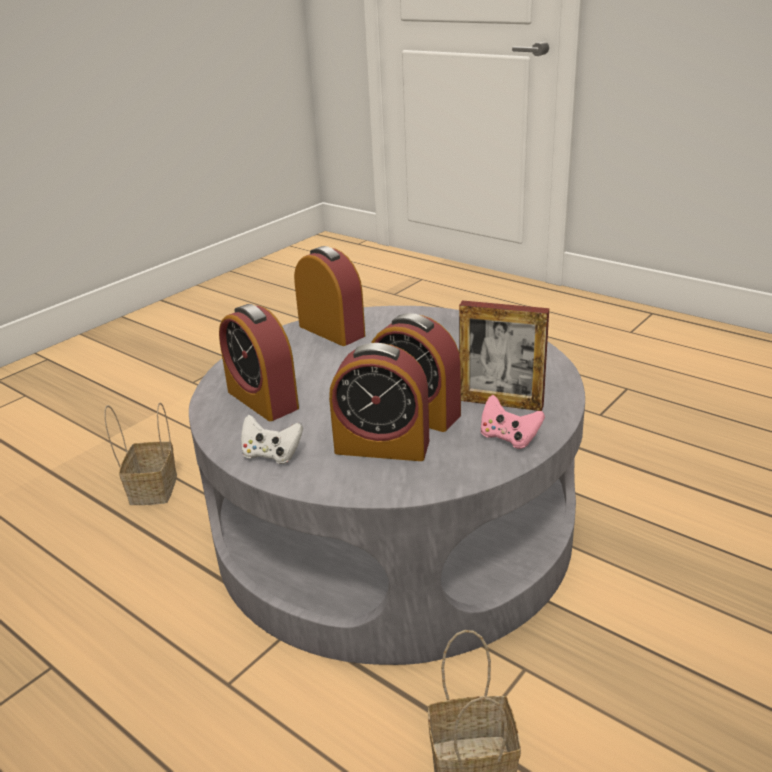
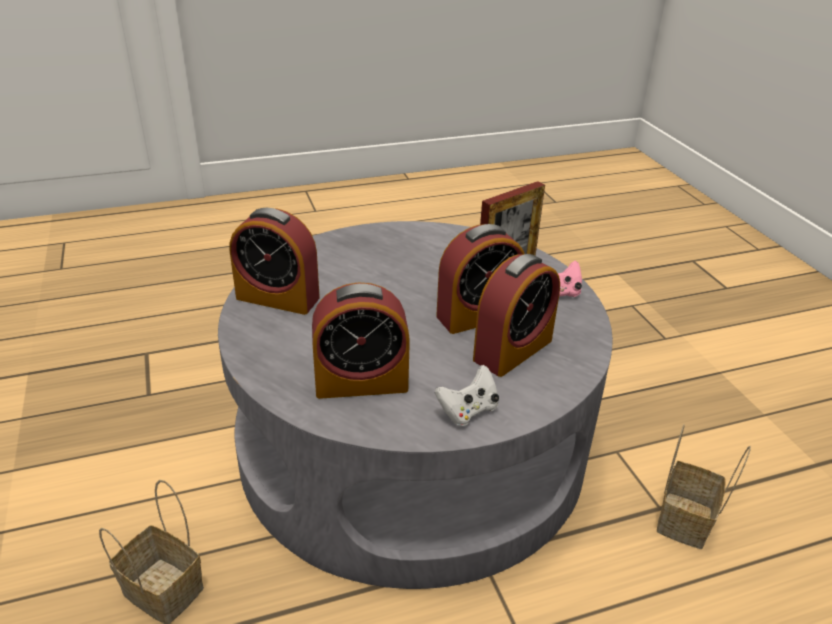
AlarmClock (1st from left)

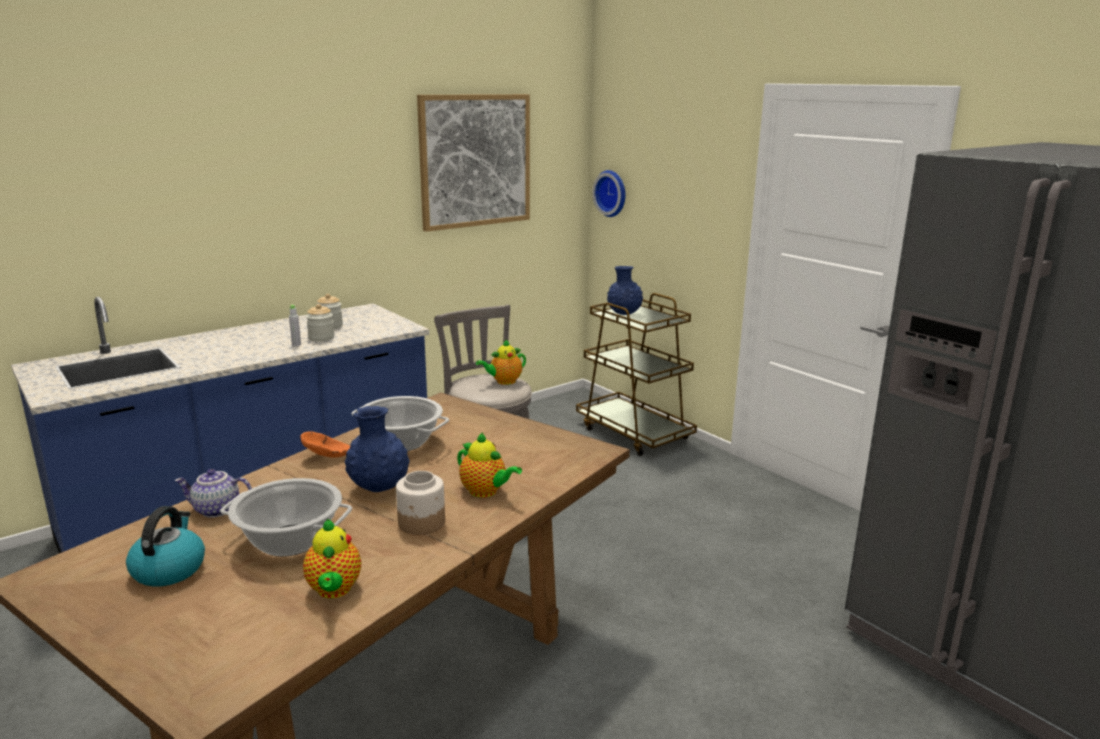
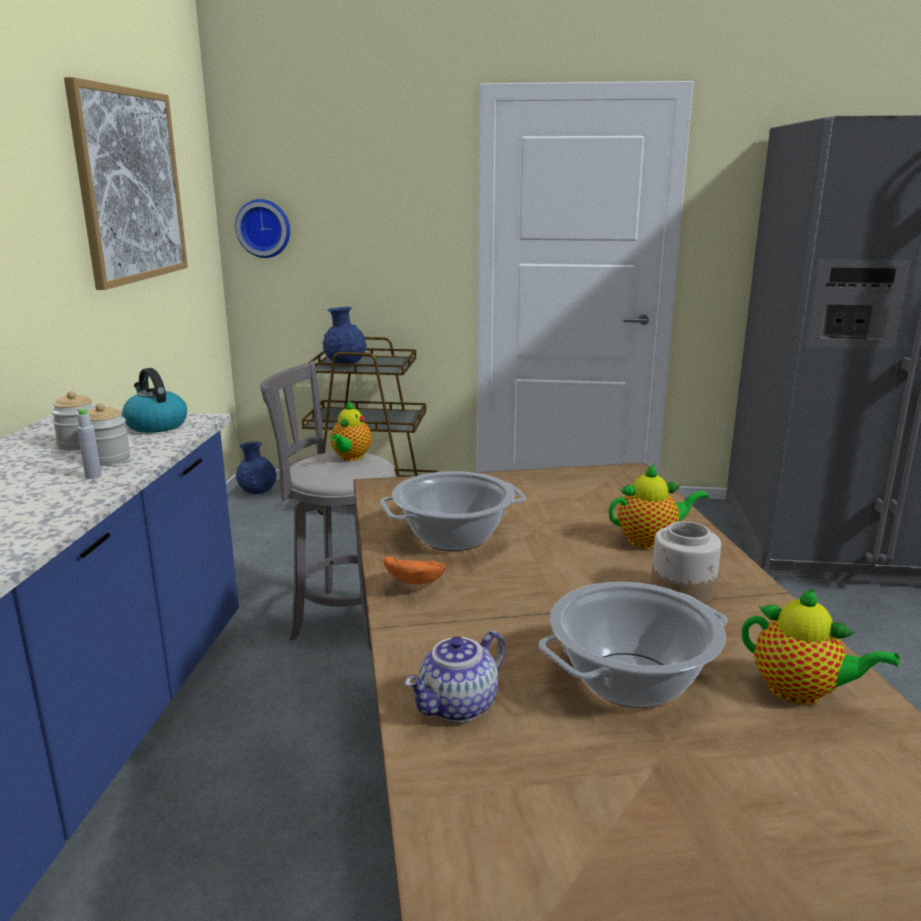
Kettle; BlueVase (1st from left)

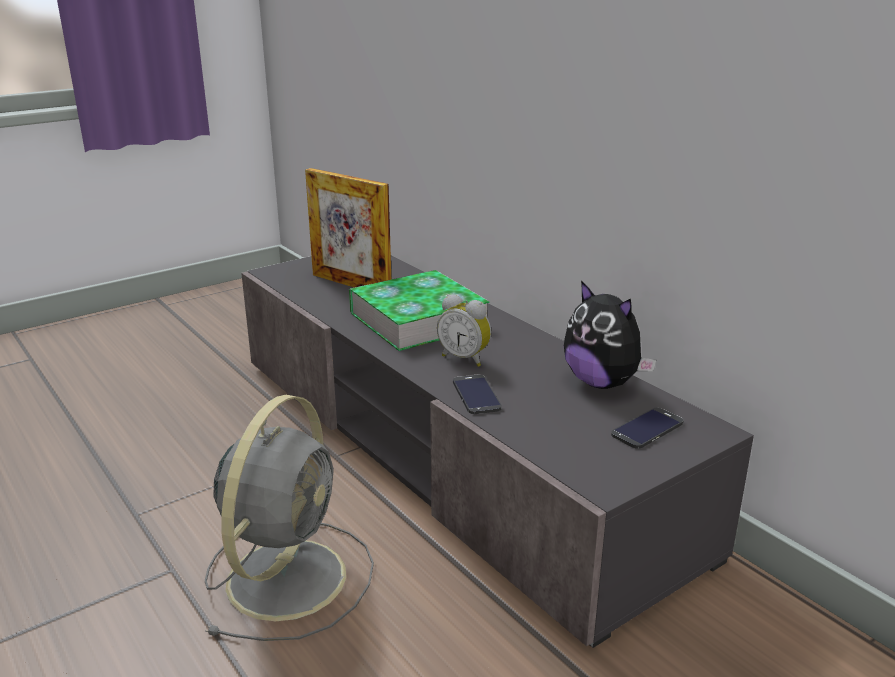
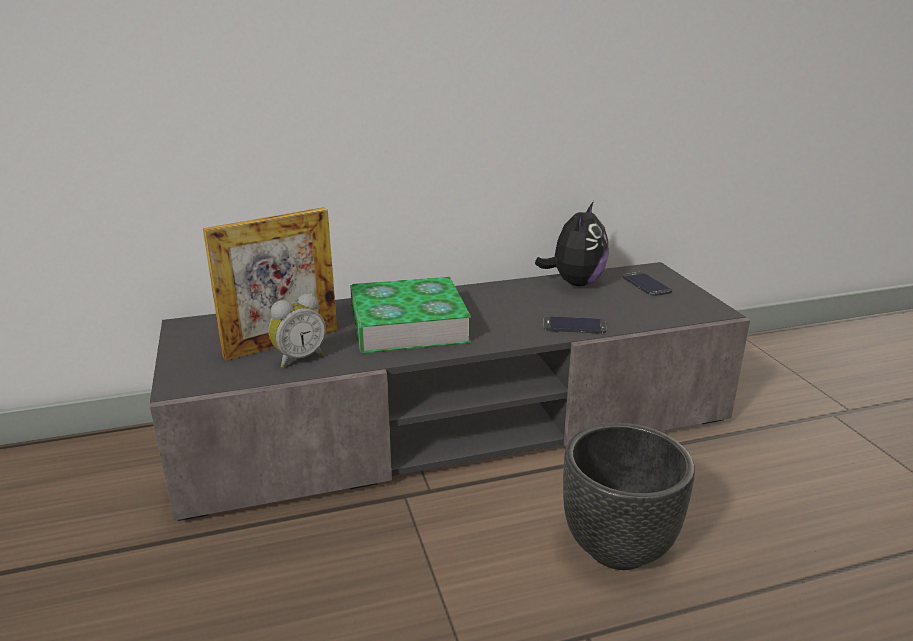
AlarmClock; PlushToy; BlackPlanter

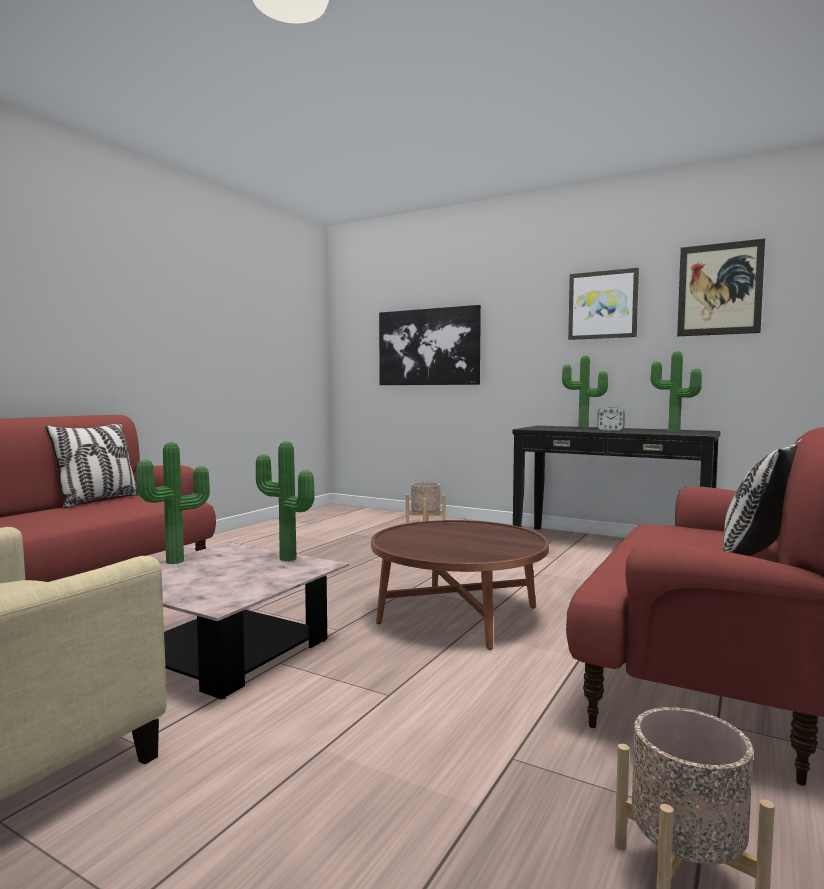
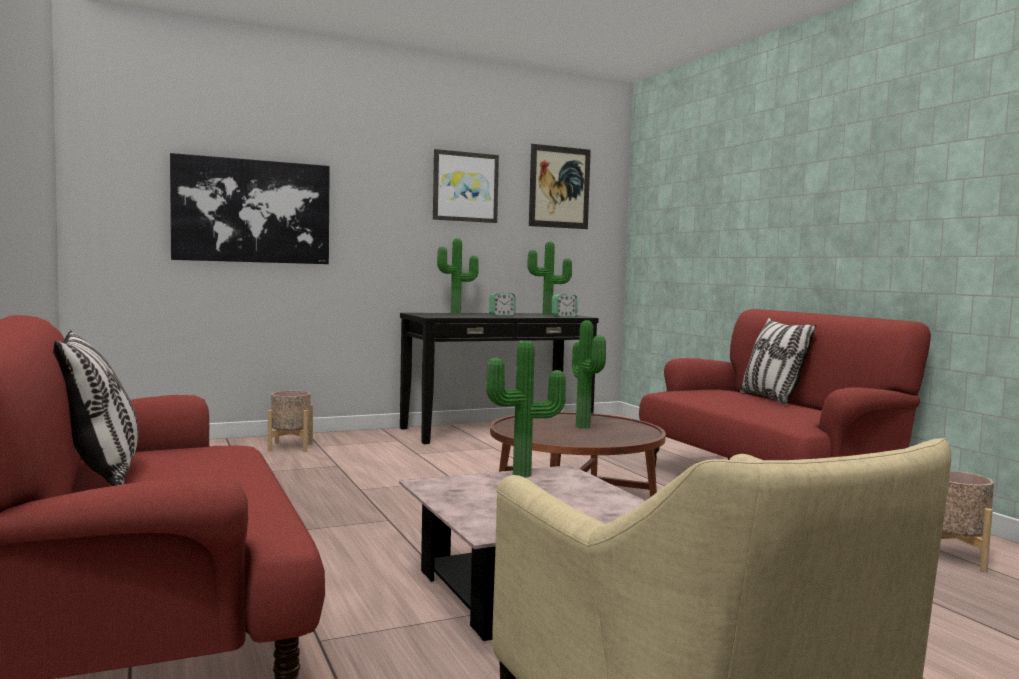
AlarmClock (2nd from left); PottedPlant (4th from left)

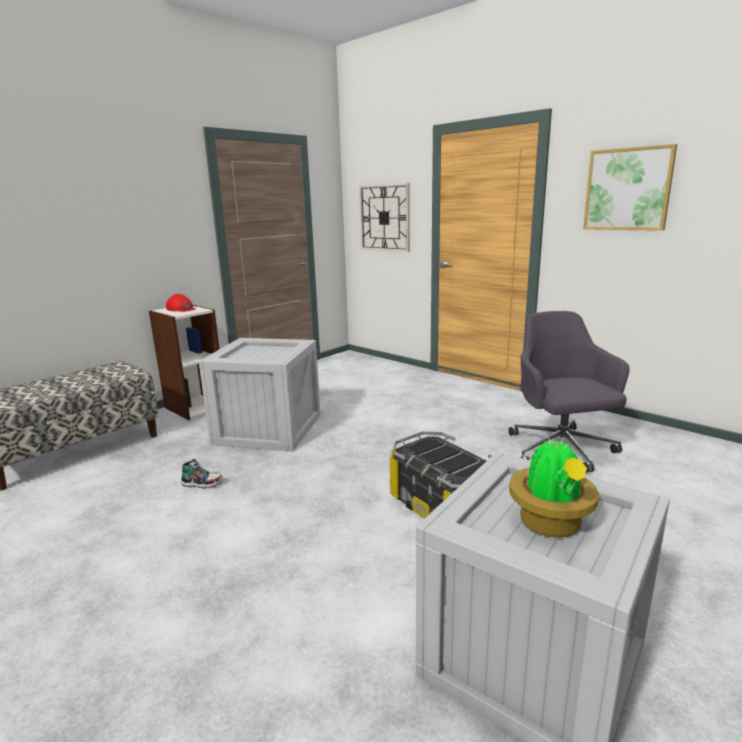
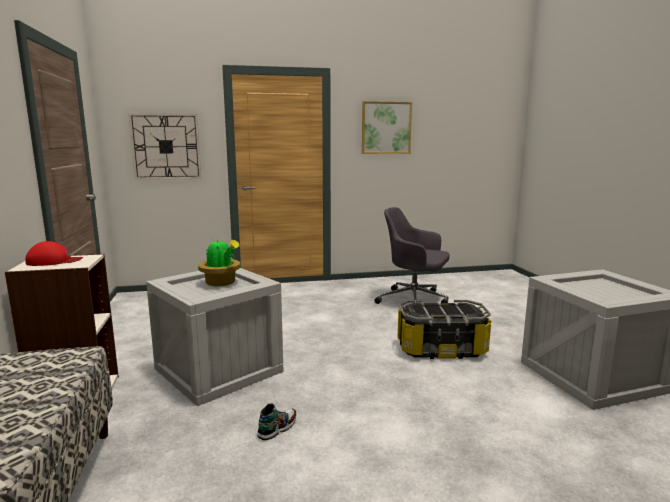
PottedPlant

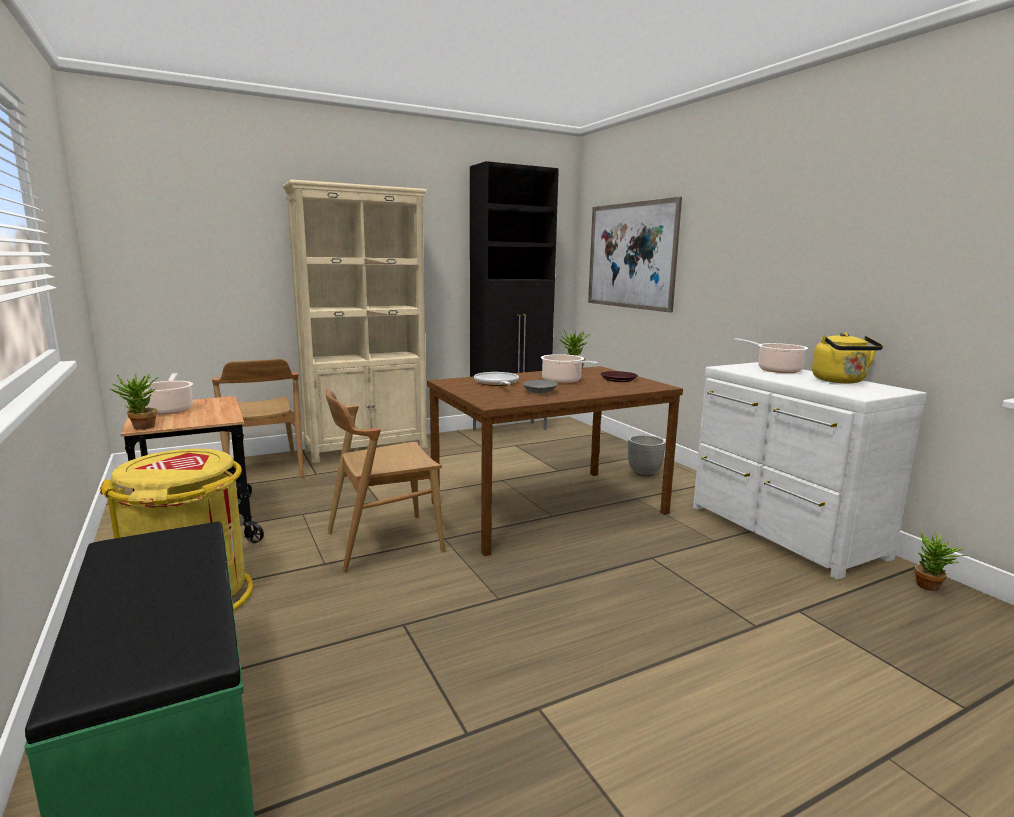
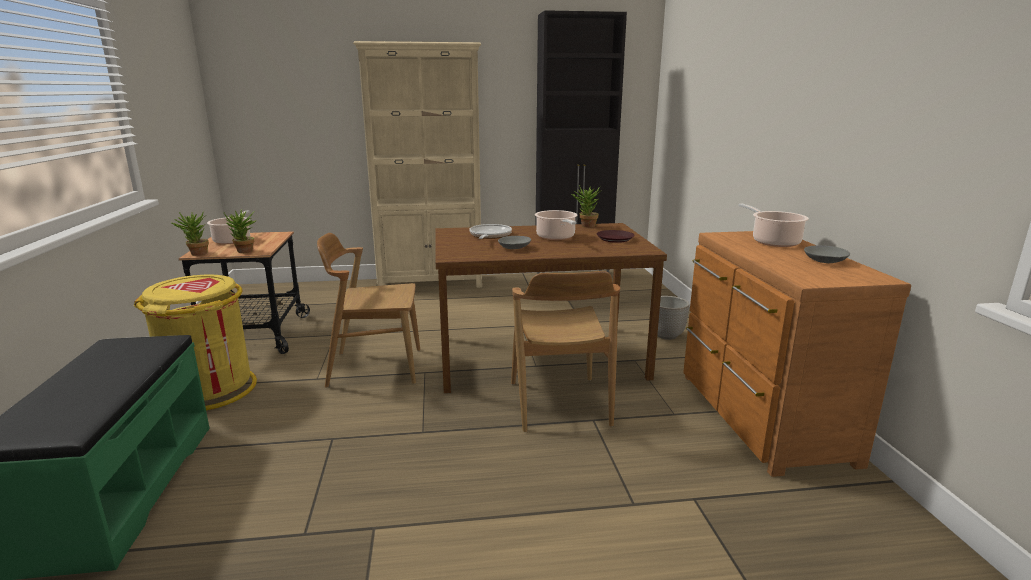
PottedPlant (2nd from left); BrownChair (2nd from left); BrownDresser; GreyBowl (2nd from left); Picture

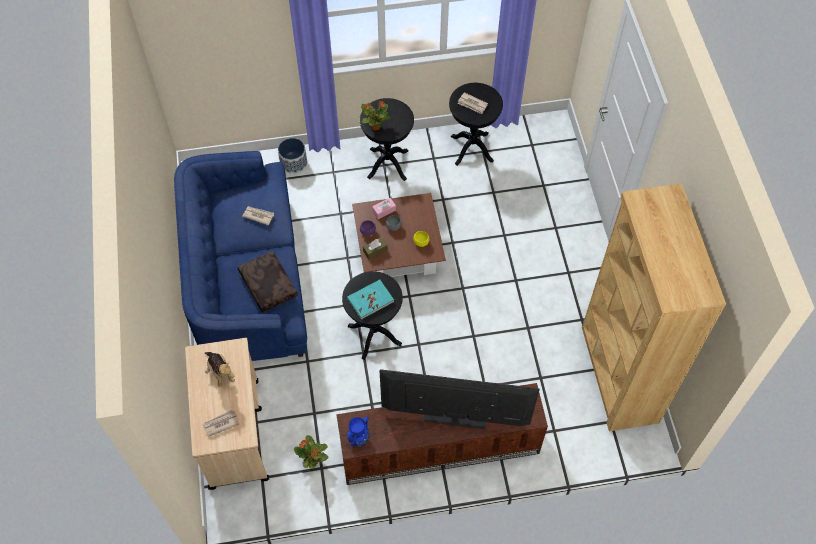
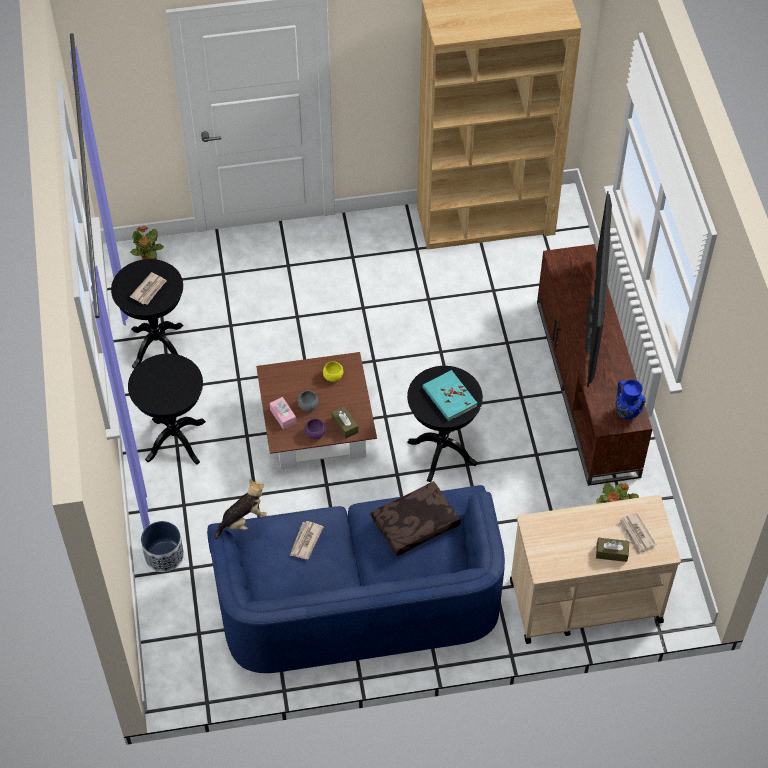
PottedPlant (1st from left); PlushToy; BrownTissueBox (2nd from left)

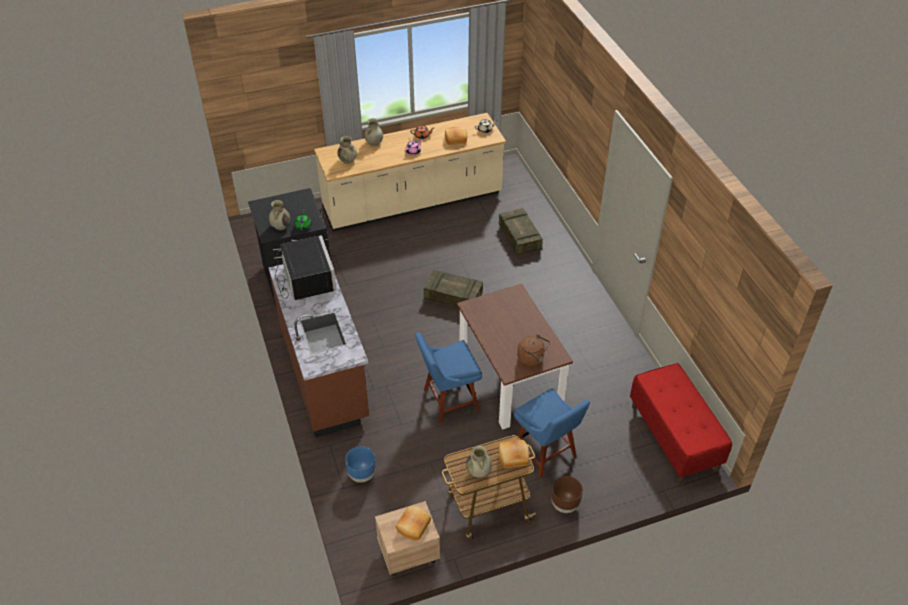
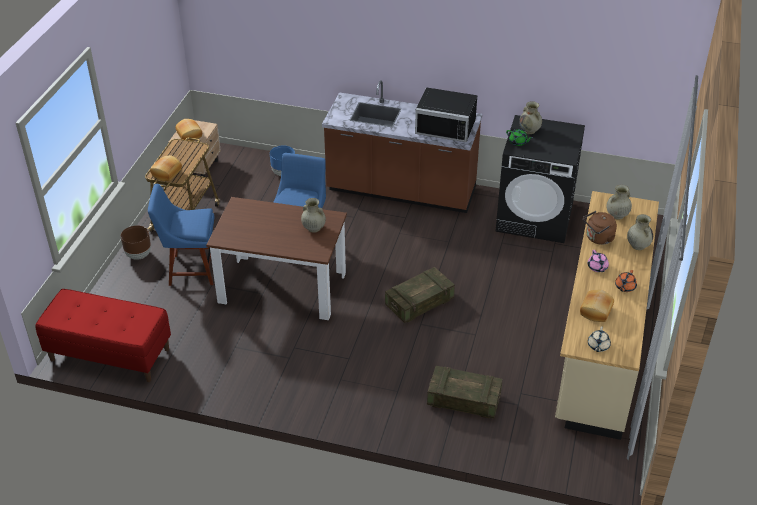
BeigeVase (1st from left); BrownKettle

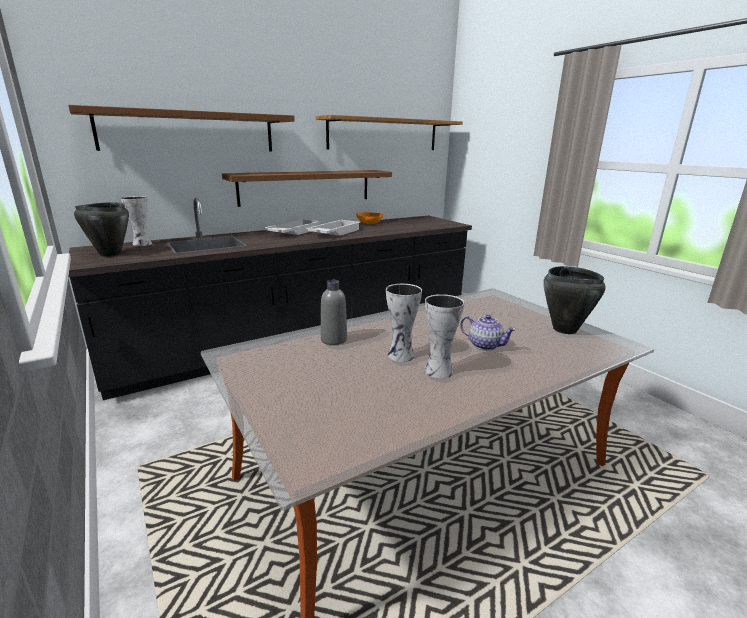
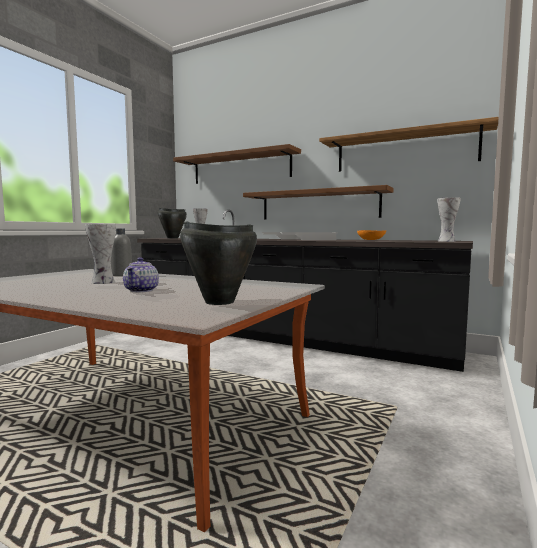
Vase (3rd from left)

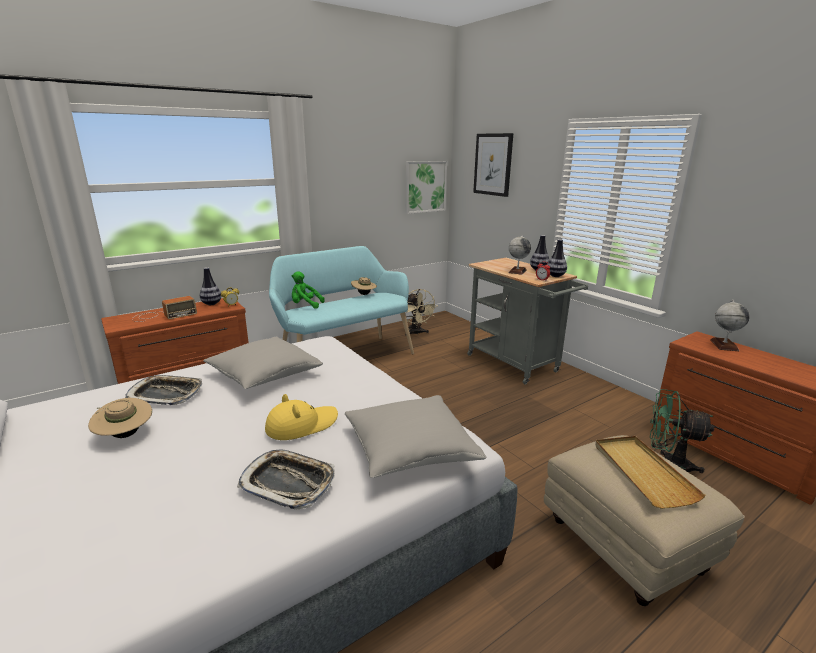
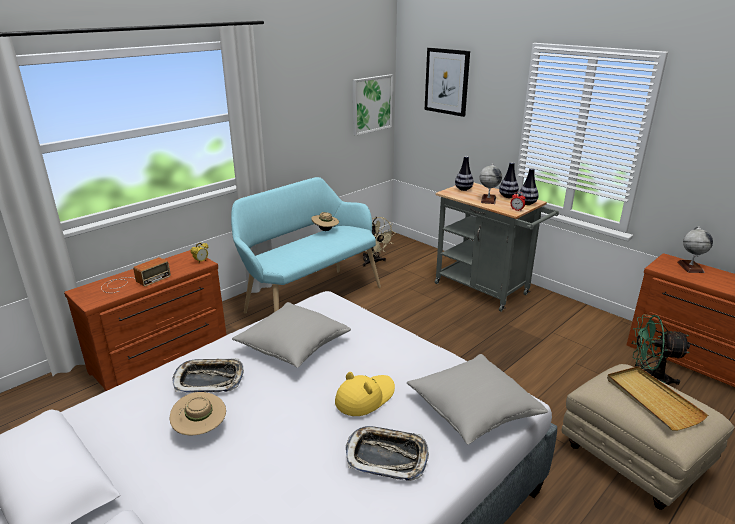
Vase (1st from left); GreenPlushToy

